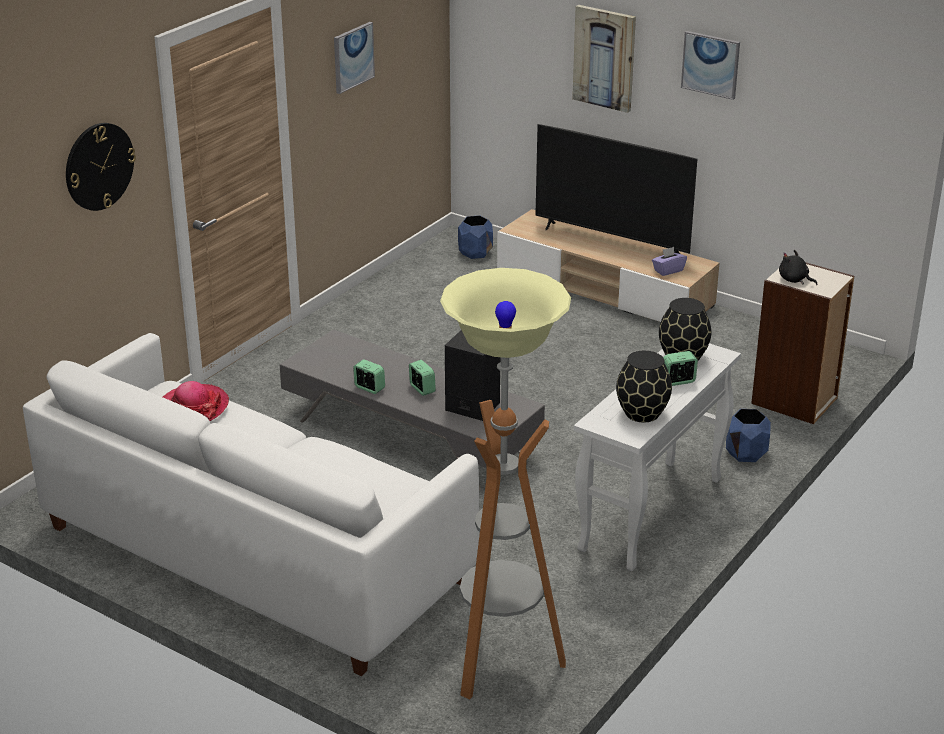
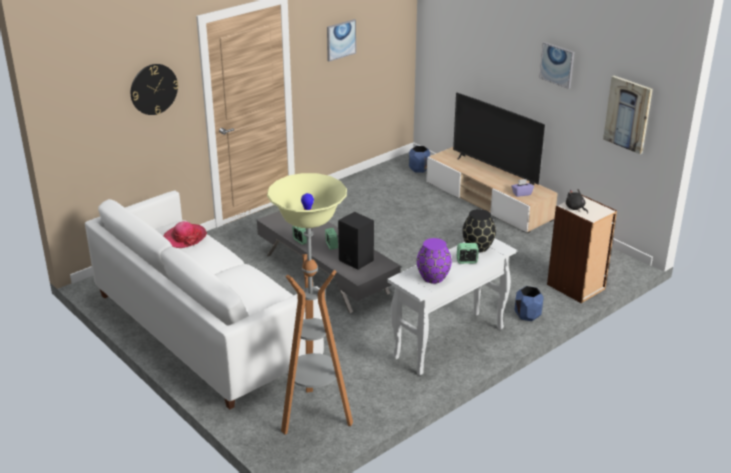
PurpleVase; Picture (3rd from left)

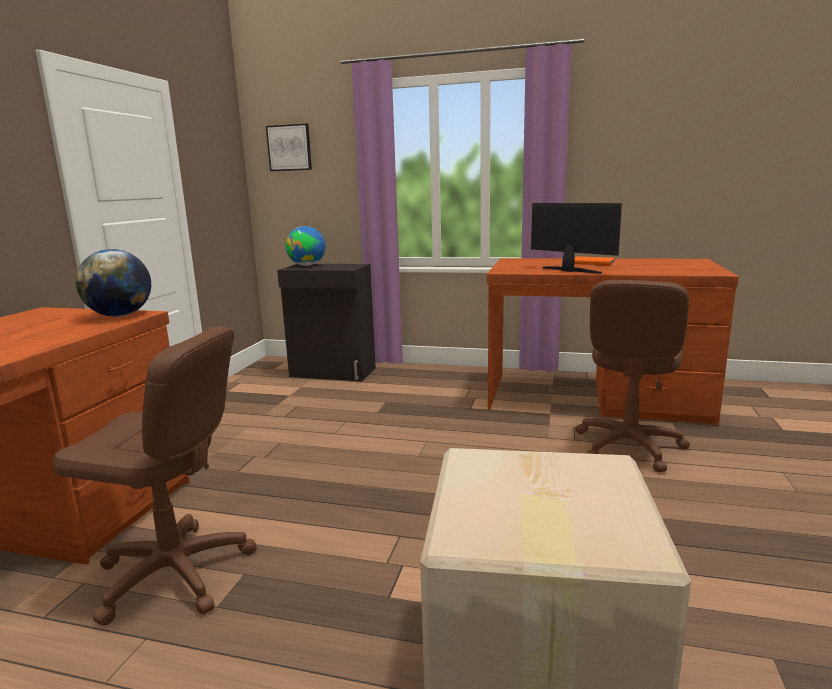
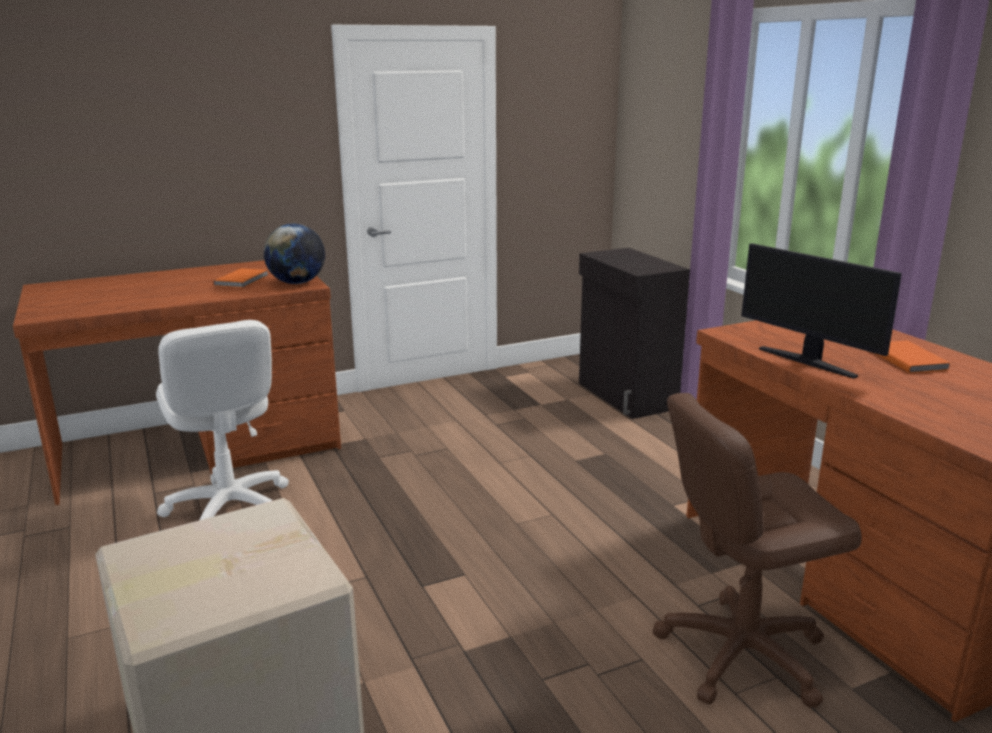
WhiteOfficeChair; OrangeBook (1st from left); Monitor; Picture; Globe (2nd from left in the first image)

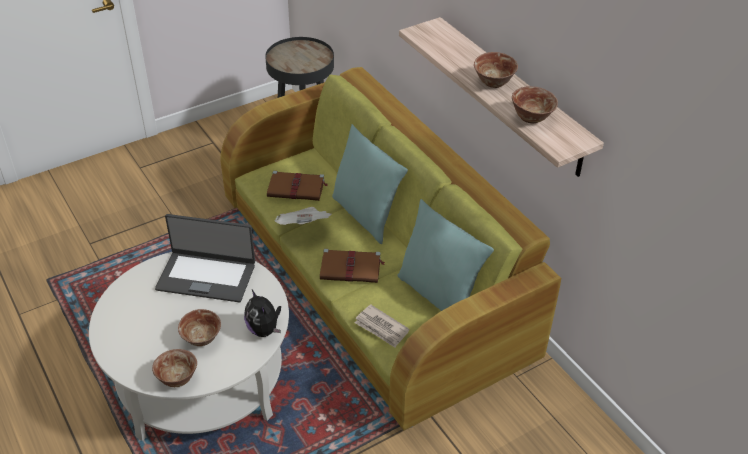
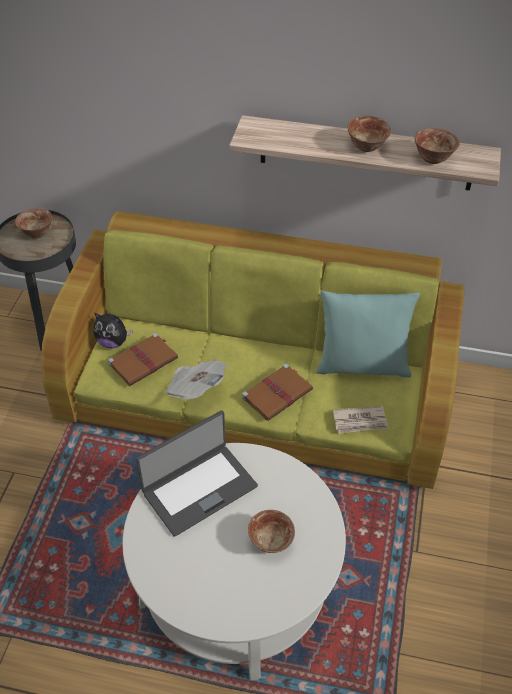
Bowl (1st from left); PlushToy; TurquoisePillow (1st from left in the first image)

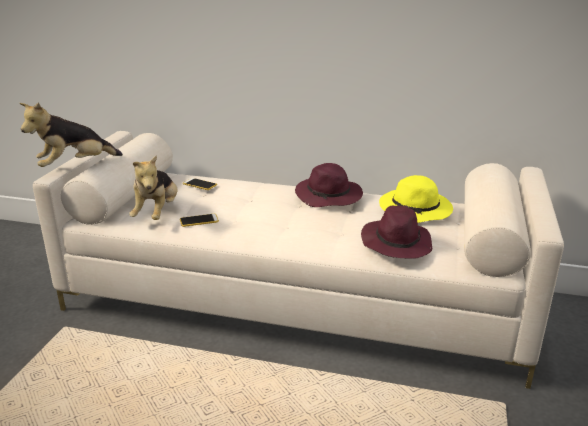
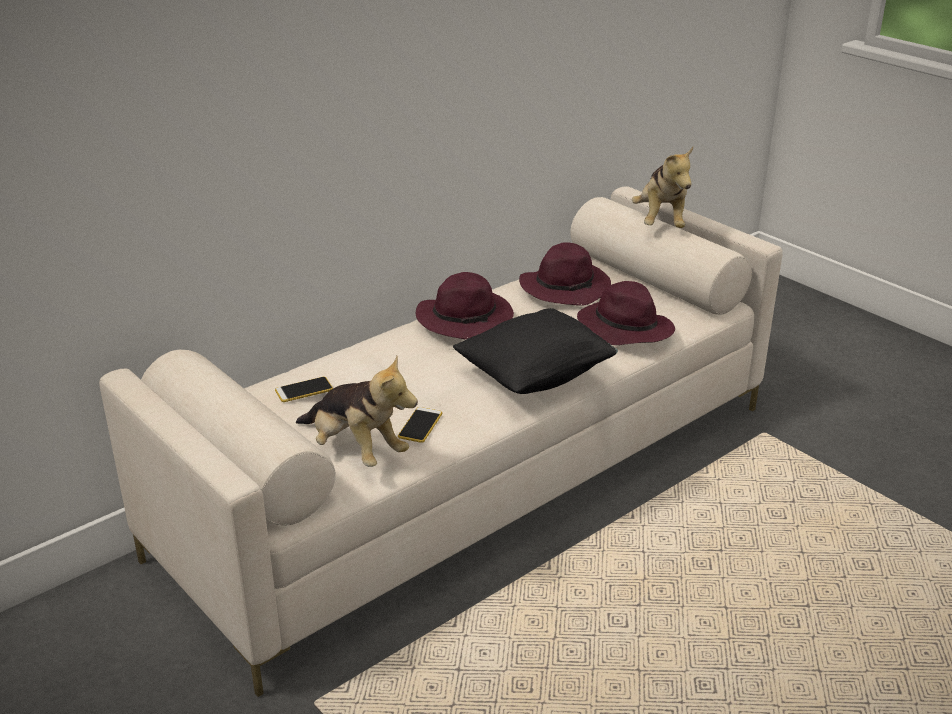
BlackPillow; PurpleHat (2nd from left); PlushToy (2nd from left)

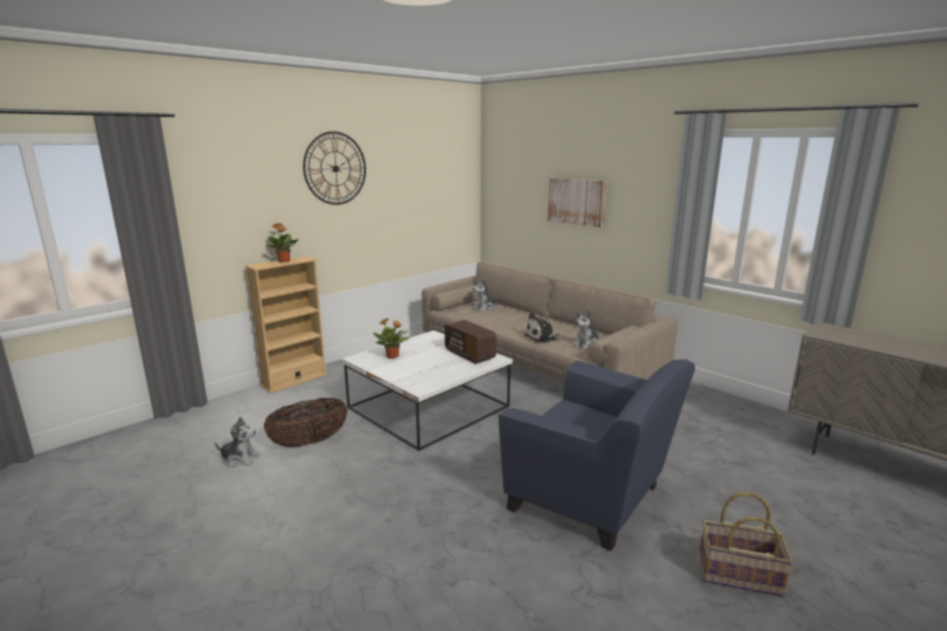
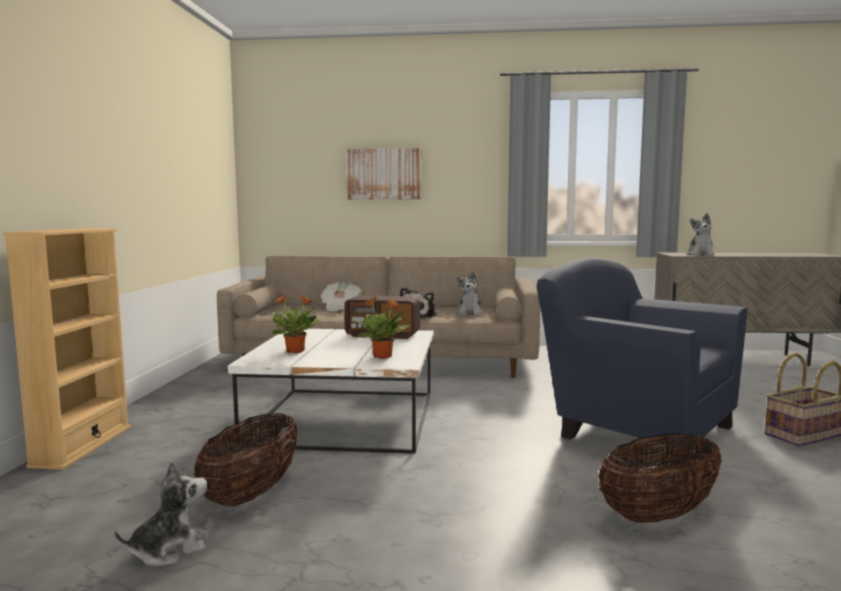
Newspaper; PottedPlant (2nd from left); BlueArmchair; Basket (2nd from left); PlushToy (4th from left); WallClock

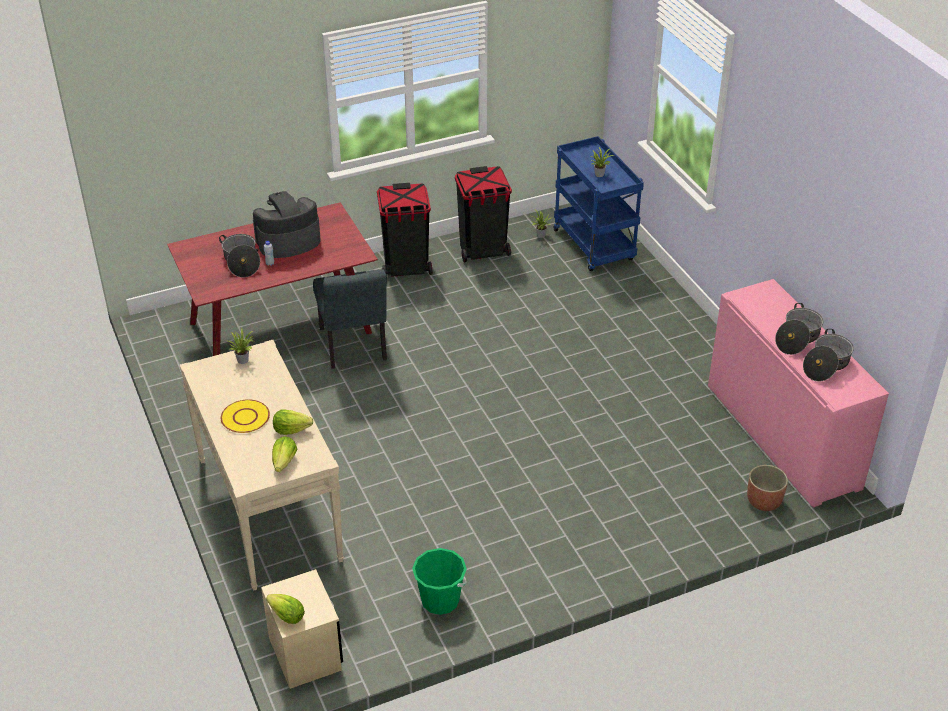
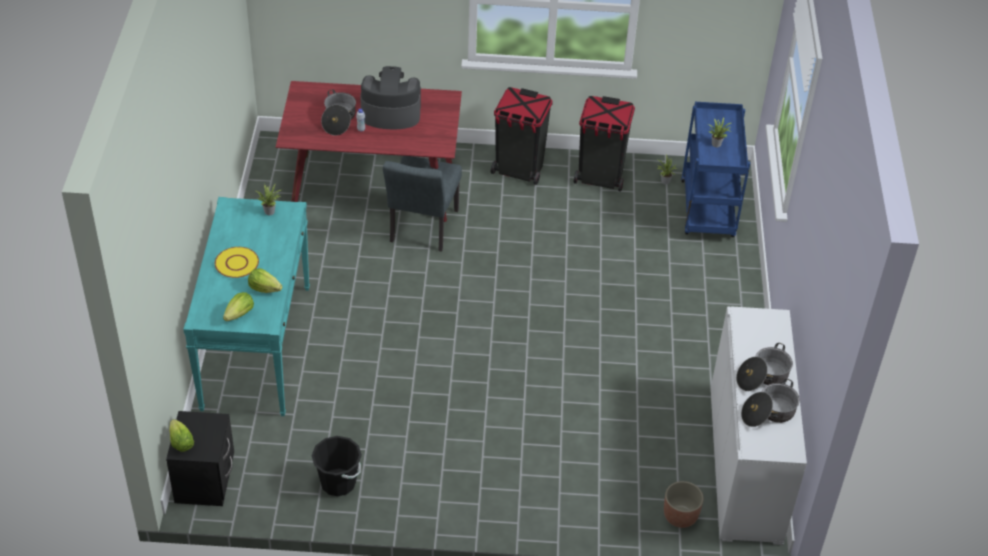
BlackNightstand; TurquoiseConsoleTable; BlackBucket; WhiteCabinet

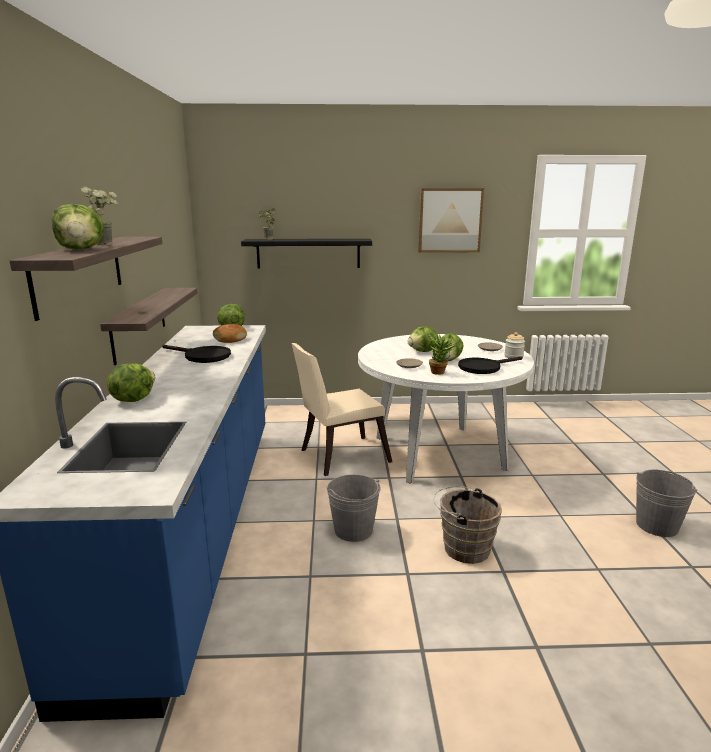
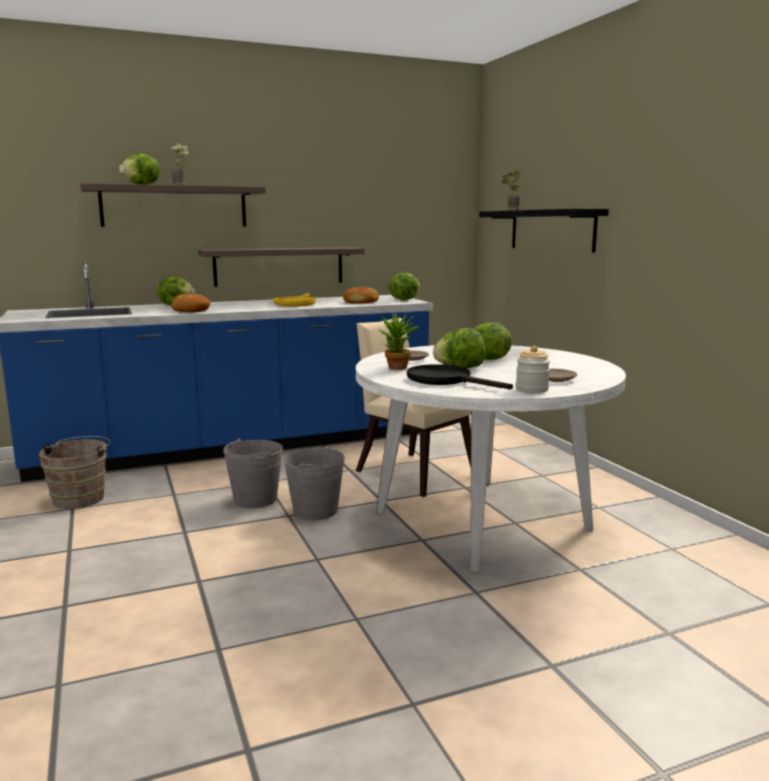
BrownBucket; Bread (1st from left); YellowFryingPan; GreyBucket (2nd from left); Picture

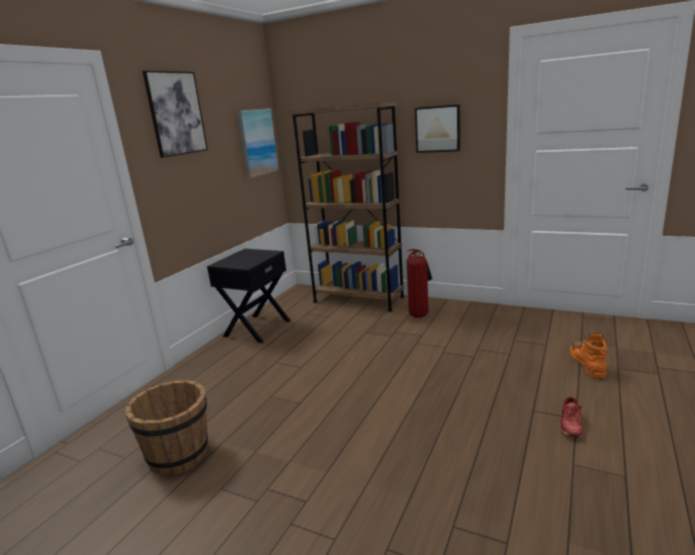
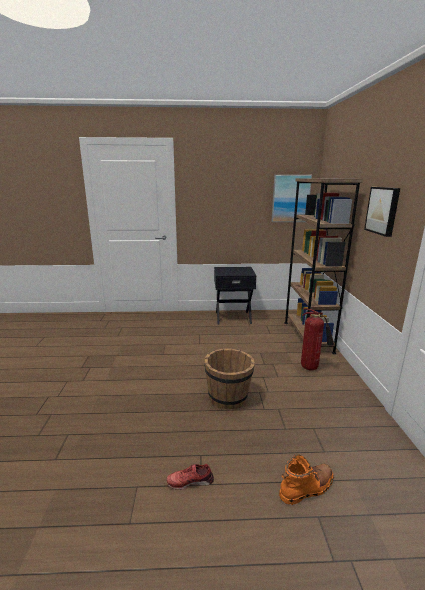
BrownBucket; Picture (1st from left in the first image)

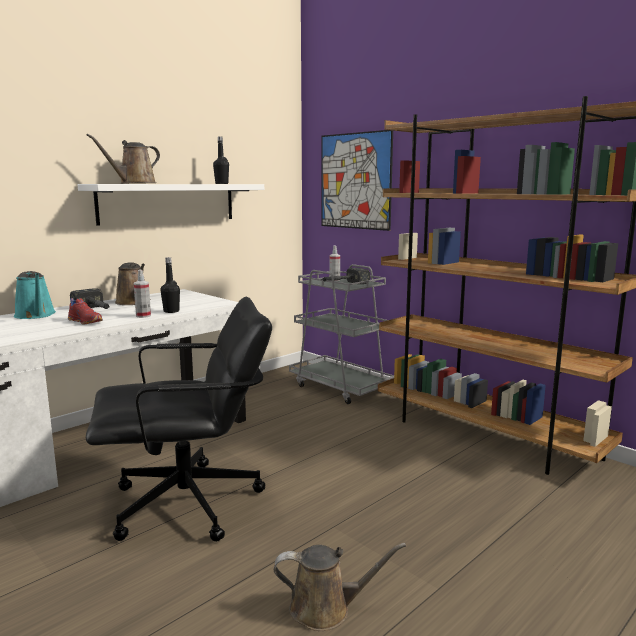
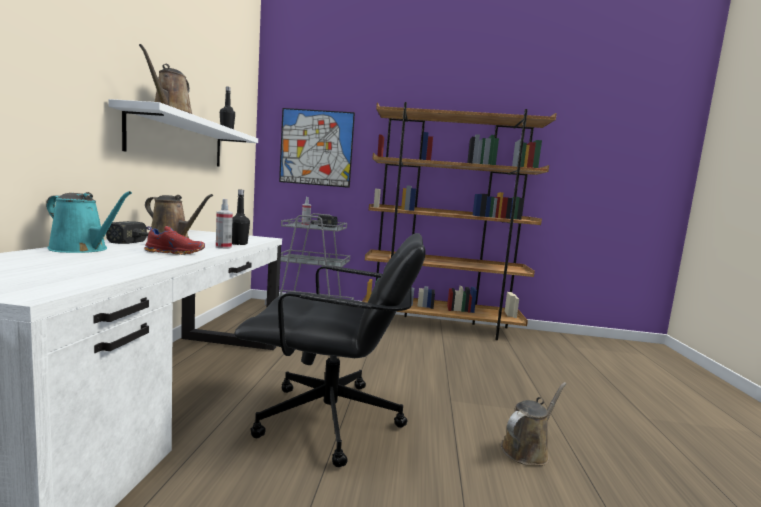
BlackOfficeChair

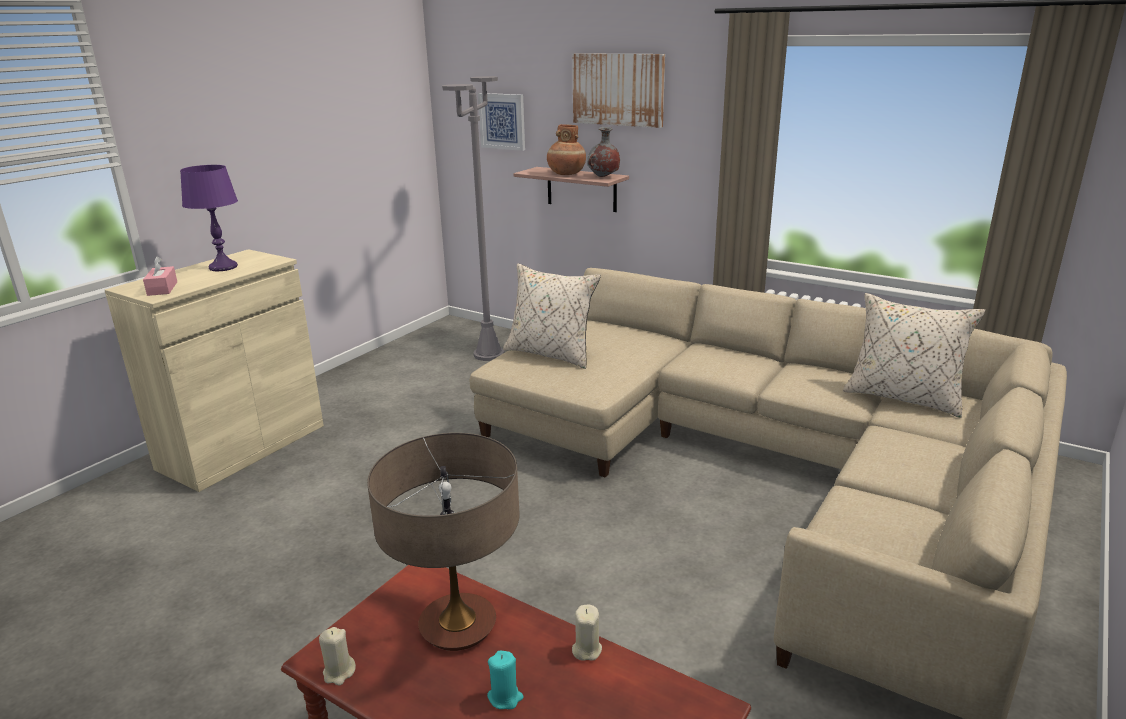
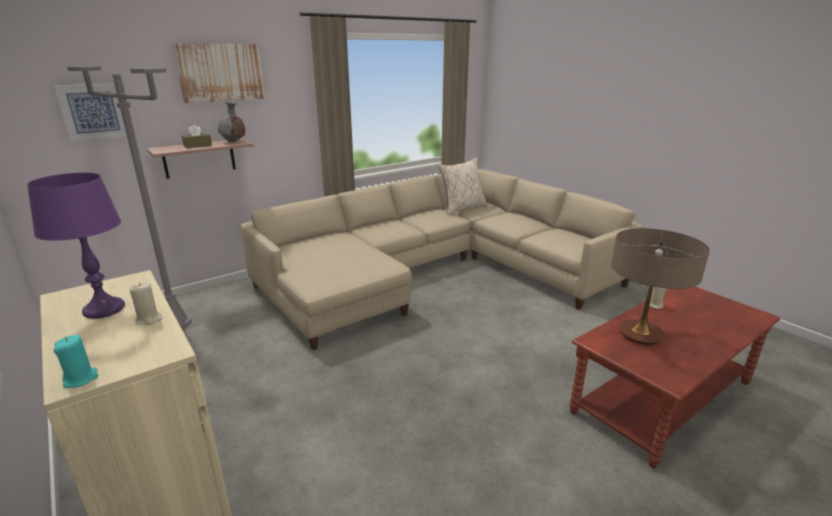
TurquoiseCandle; BeigeCandle (1st from left); BrownTissueBox; PinkTissueBox; BeigePillow (1st from left in the first image)

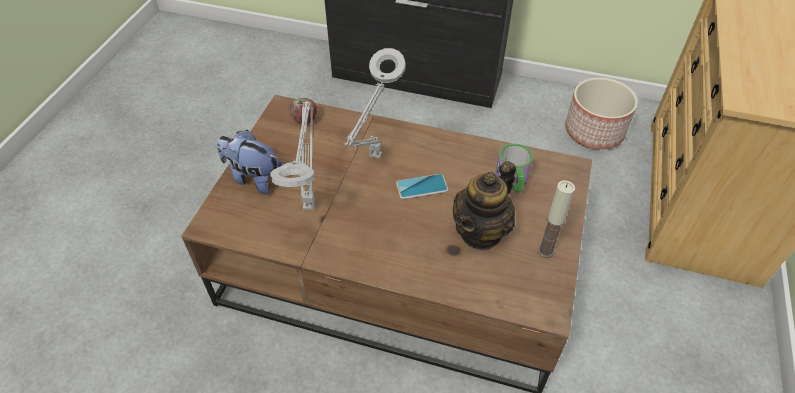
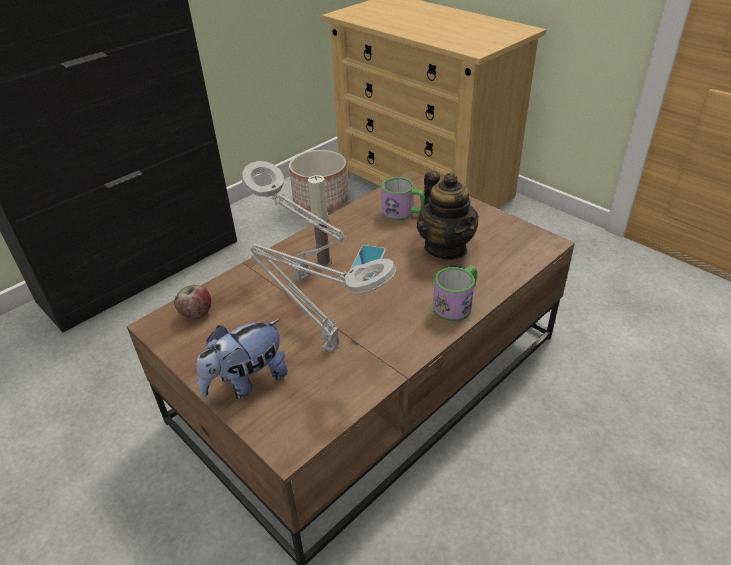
Candle; Mug (2nd from left)

